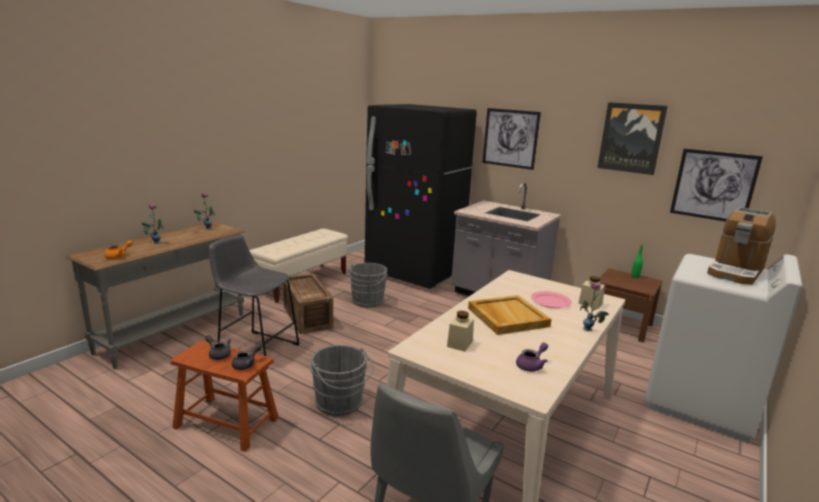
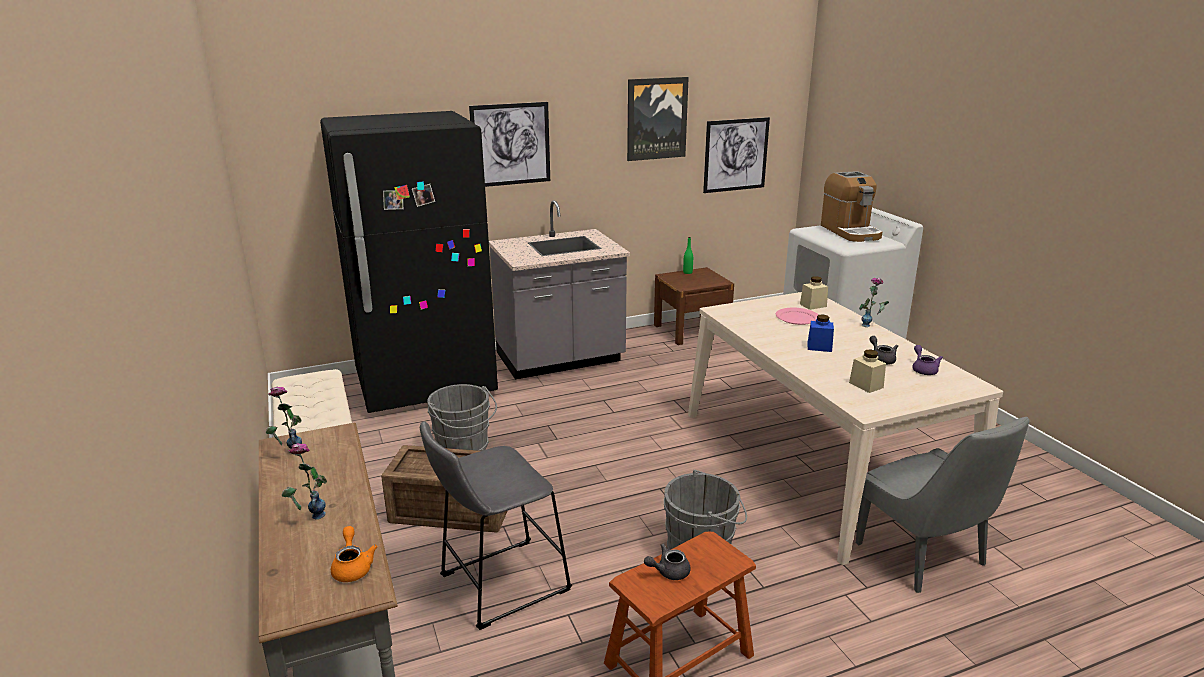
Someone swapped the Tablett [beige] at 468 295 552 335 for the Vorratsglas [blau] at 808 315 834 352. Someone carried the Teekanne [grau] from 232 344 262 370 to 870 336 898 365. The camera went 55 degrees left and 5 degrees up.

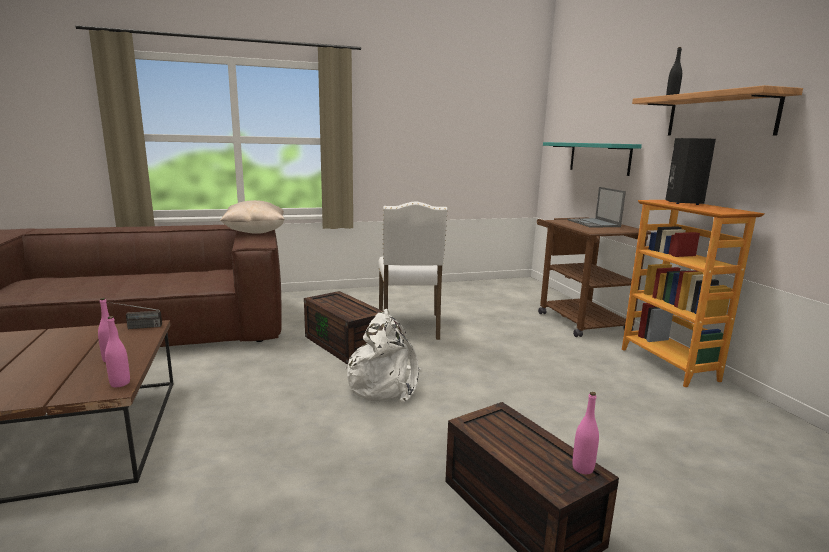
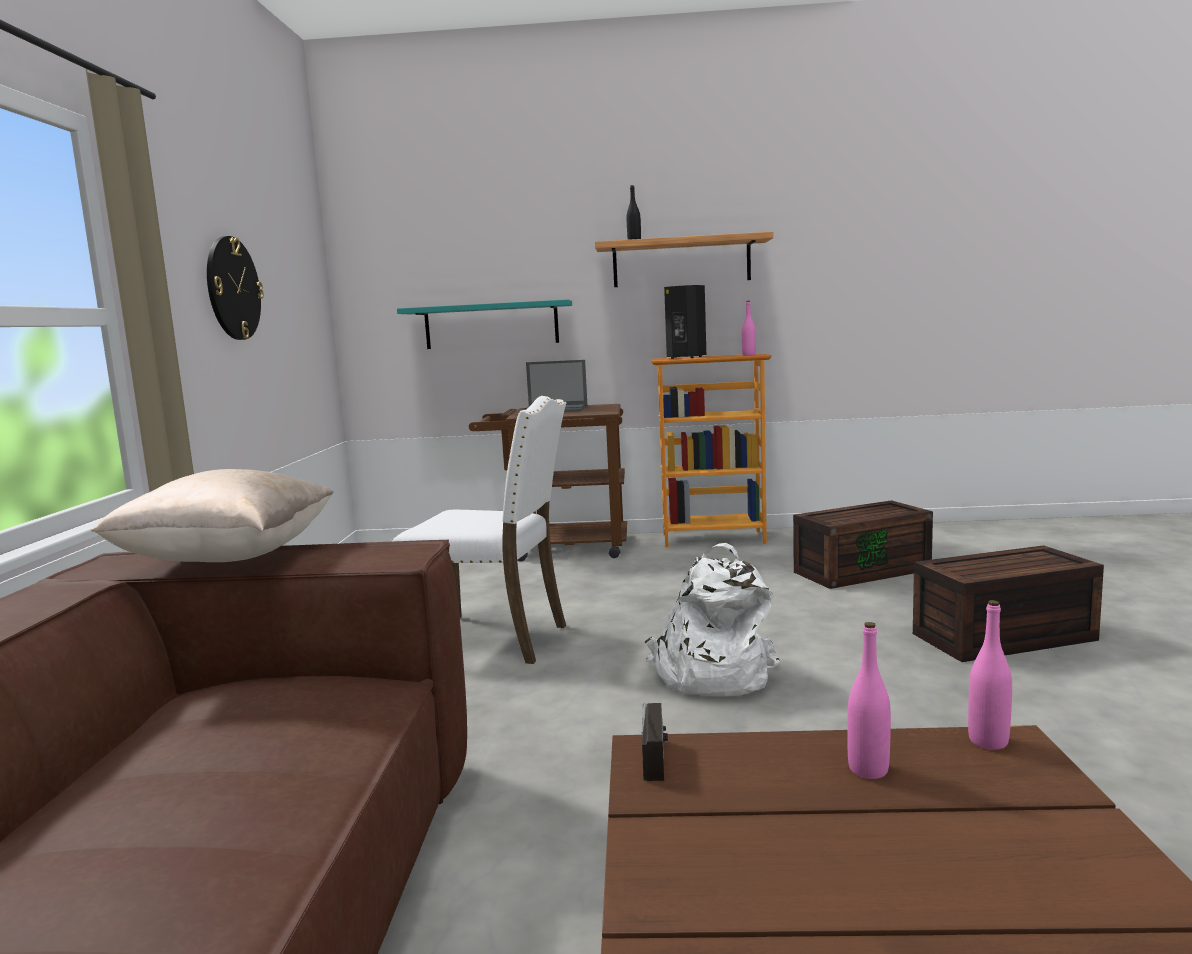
Someone carried the Aufbewahrungsbox [braun] from 304 291 384 365 to 793 500 933 589. Someone carried the Flasche [rosa] from 572 392 599 474 to 742 301 756 356. Someone put up the Wanduhr at 207 236 264 340. The camera went 70 degrees left and 5 degrees down.

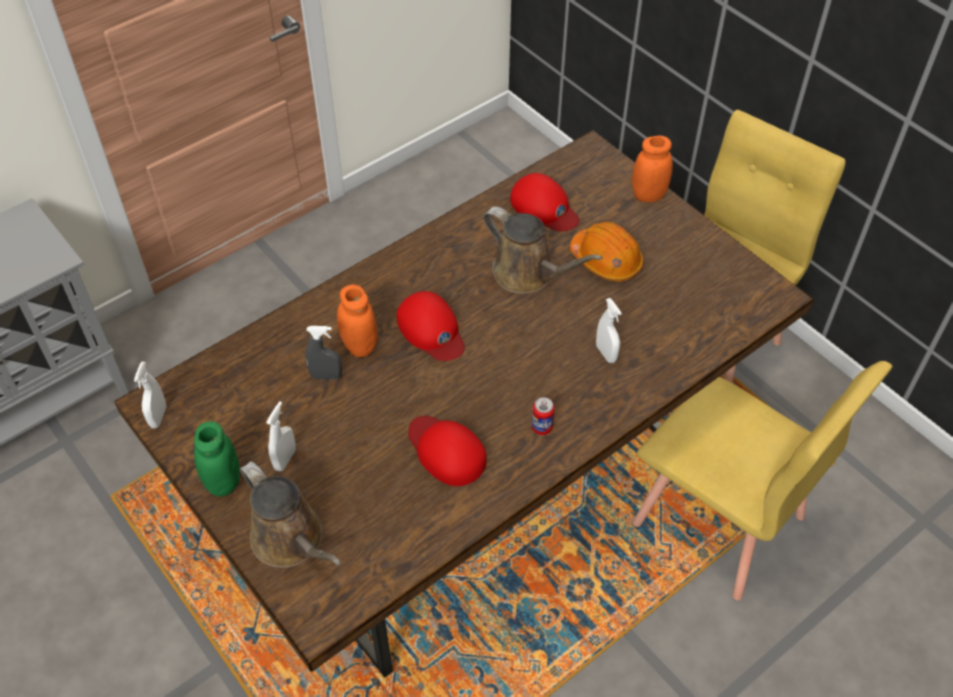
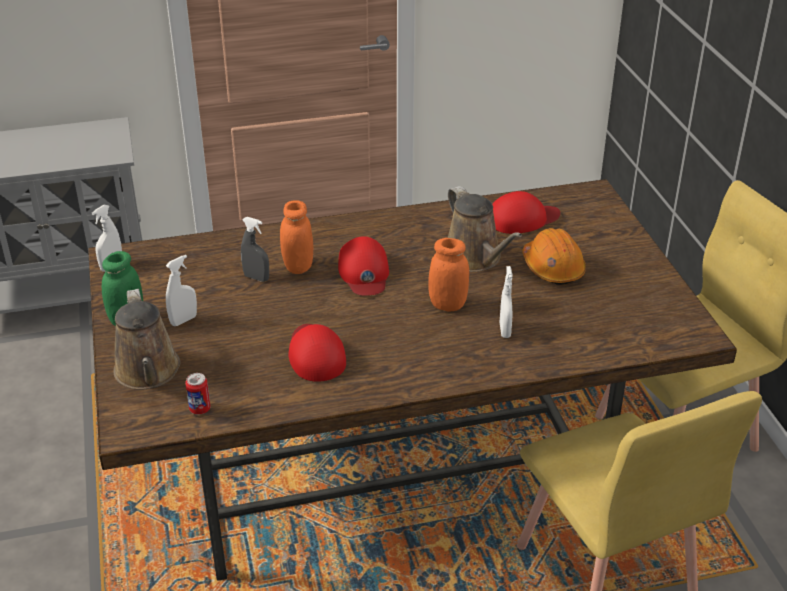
Someone carried the Vorratsglas [orange] from 632 136 673 202 to 429 238 469 312. Someone rotated the Kappe [rot] at 510 173 579 232 by 90 degrees counterclockwise. Someone carried the Dose from 532 397 554 435 to 185 373 211 414. The camera went 25 degrees right and 15 degrees down.

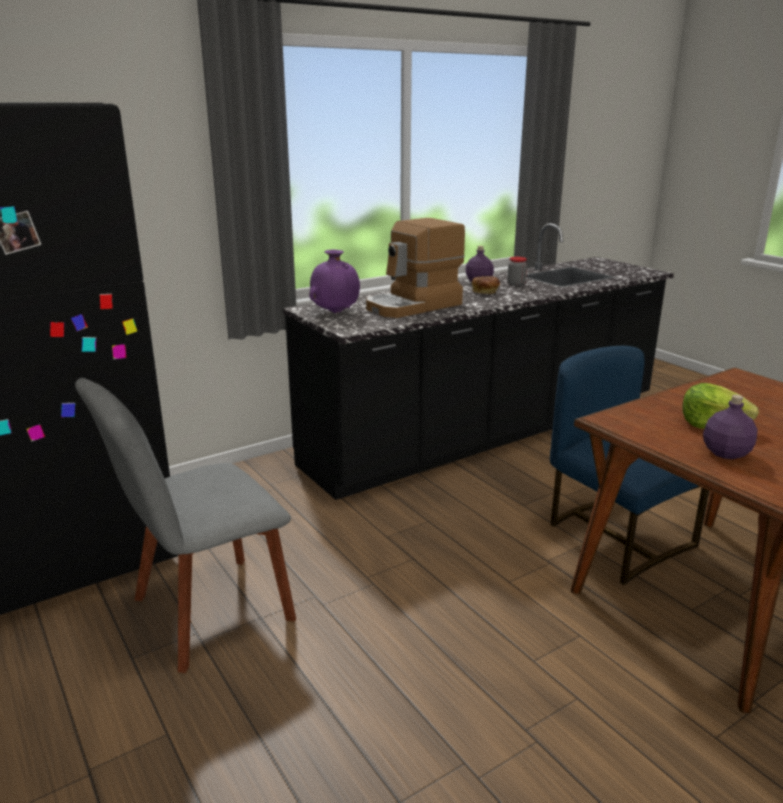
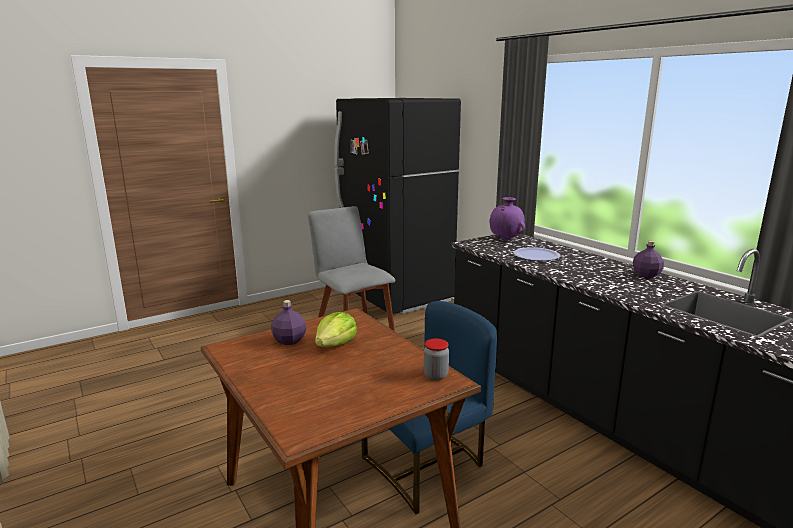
Someone swapped the Kaffeemaschine at 366 218 465 318 for the Teller at 513 247 560 261. Someone carried the Vorratsglas from 507 257 527 286 to 424 339 449 381. Someone took away the Brot at 472 276 500 294. The camera went 90 degrees right and 5 degrees down.

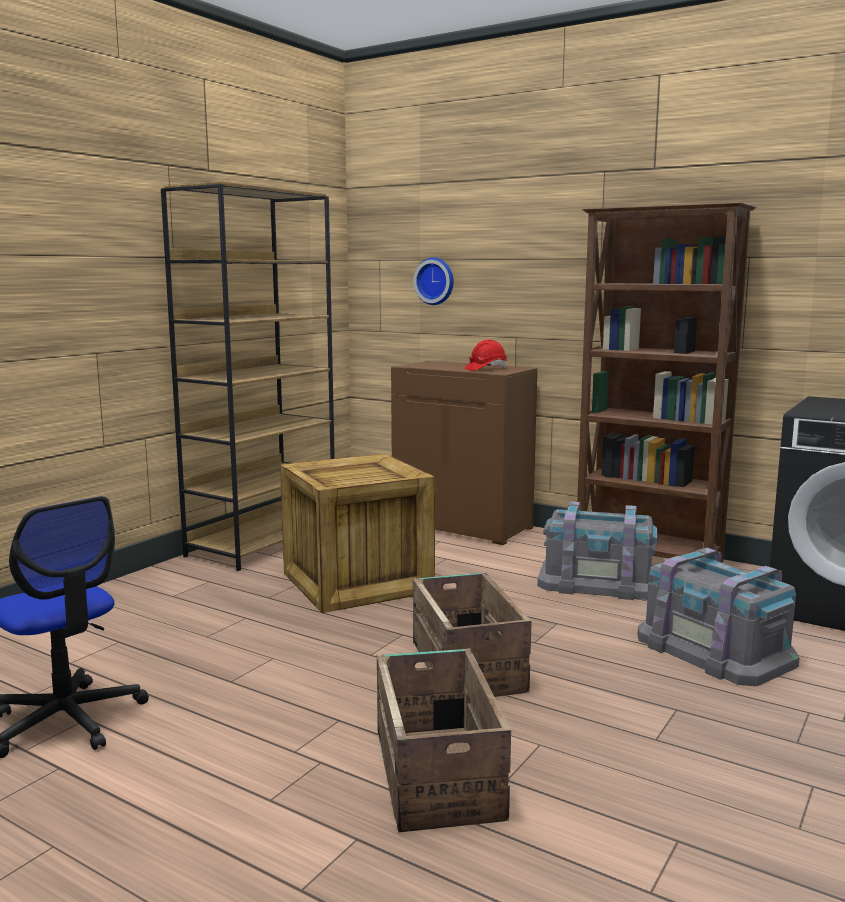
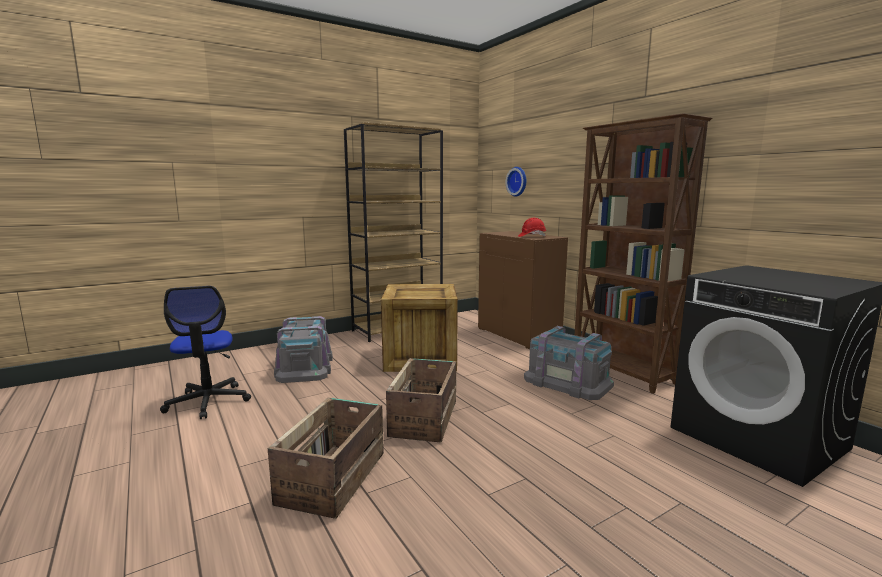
Someone carried the Aufbewahrungsbox [grau] from 638 548 799 686 to 274 316 333 383. The camera went 25 degrees right and 0 degrees up.

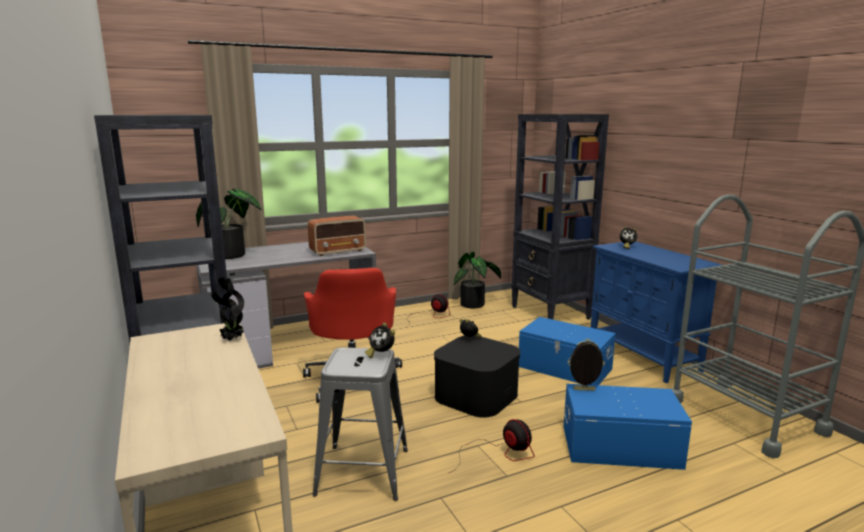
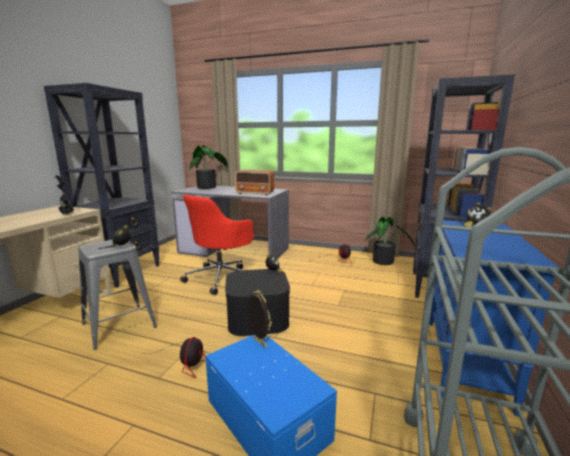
Someone took away the Aufbewahrungsbox [blau] at 519 317 616 385. The camera went 45 degrees right and 0 degrees up.

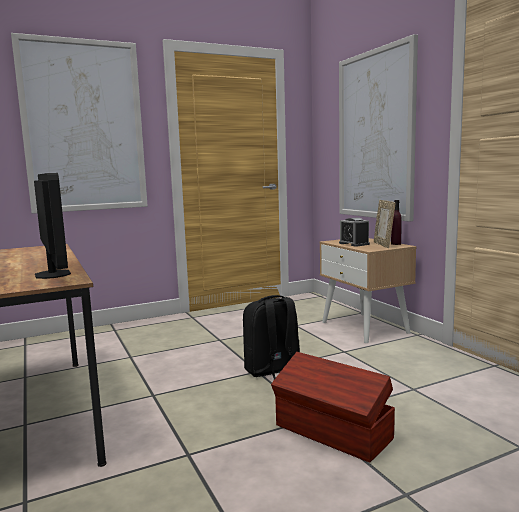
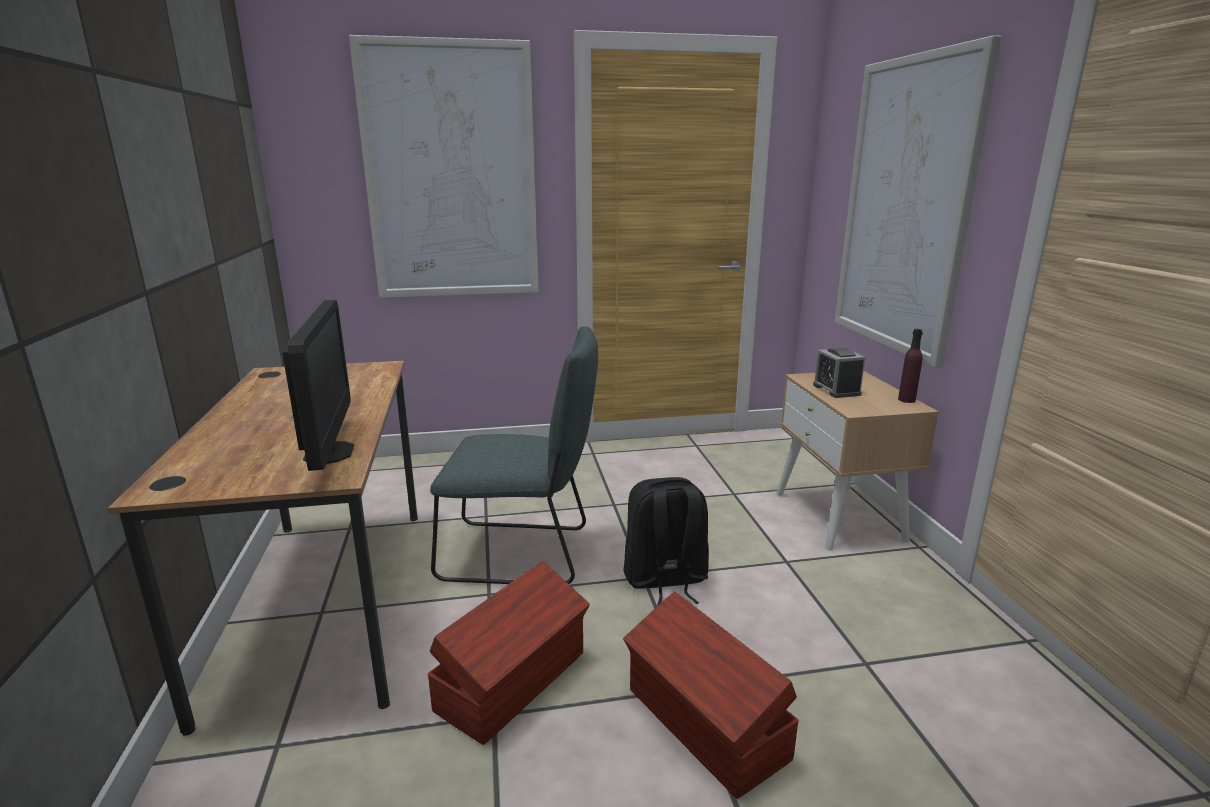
Someone took away the Bilderrahmen at 374 200 395 248. Someone put down the Stuhl [grau] at 430 326 598 584. Someone put down the Aufbewahrungsbox [braun] at 428 561 590 745. The camera went 15 degrees right and 10 degrees up.

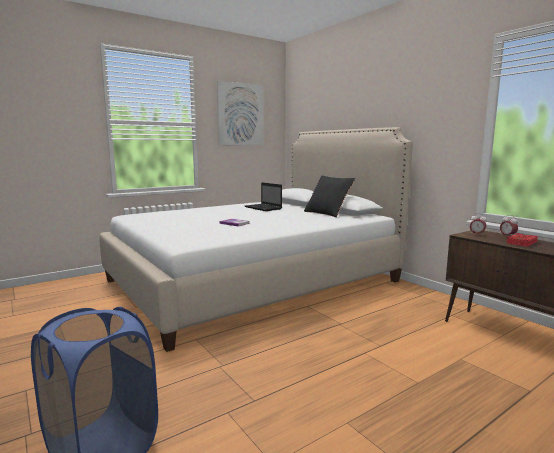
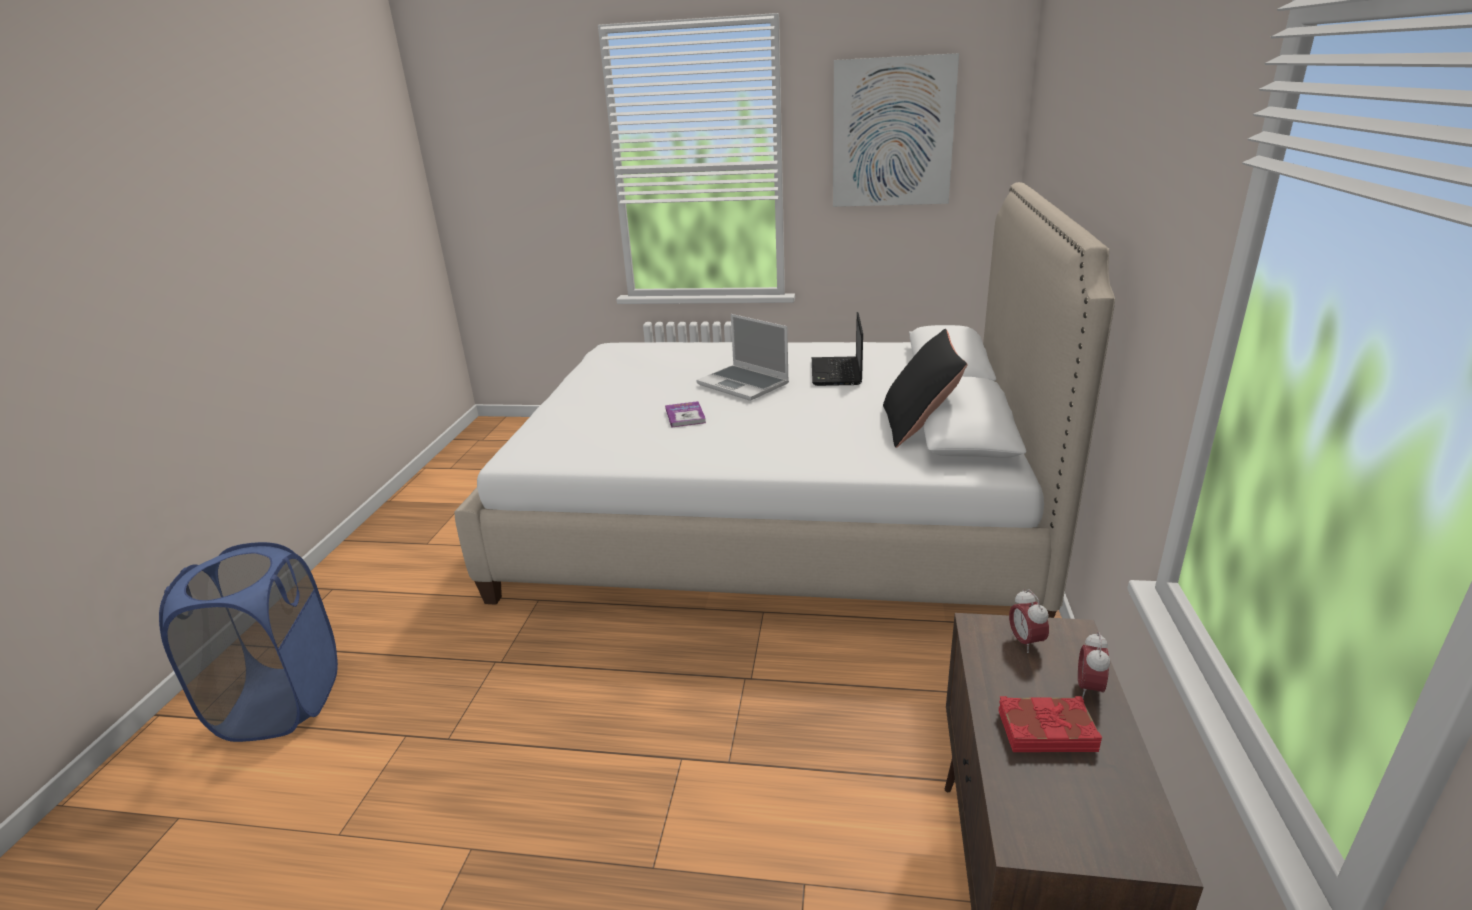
Someone put down the Laptop at 696 314 789 401. The camera went 45 degrees right and 15 degrees up.

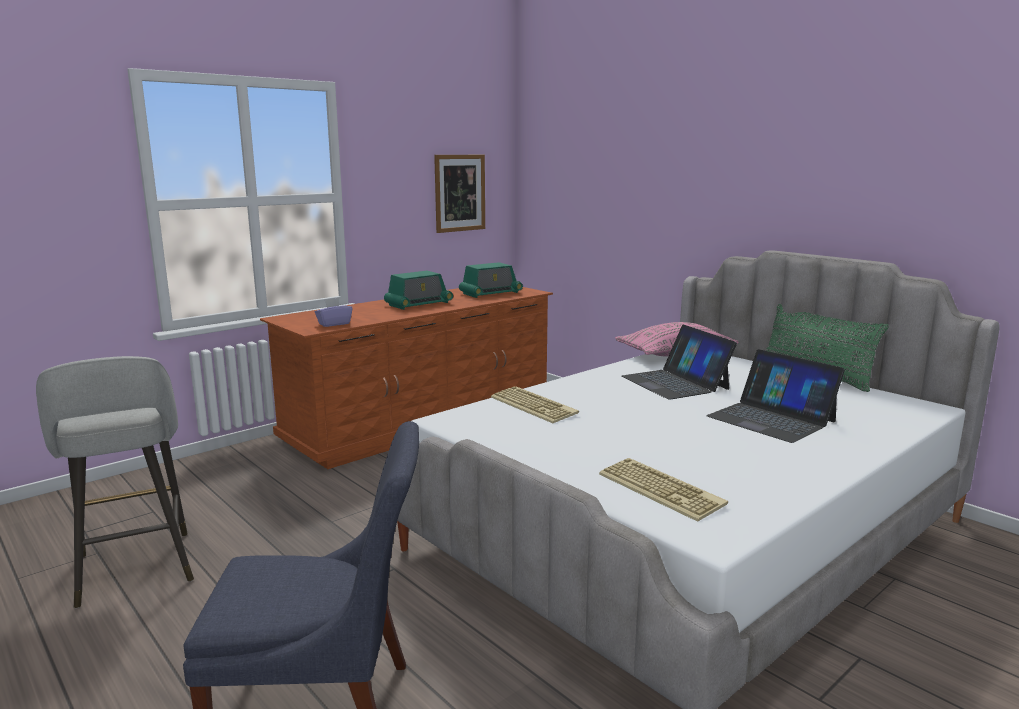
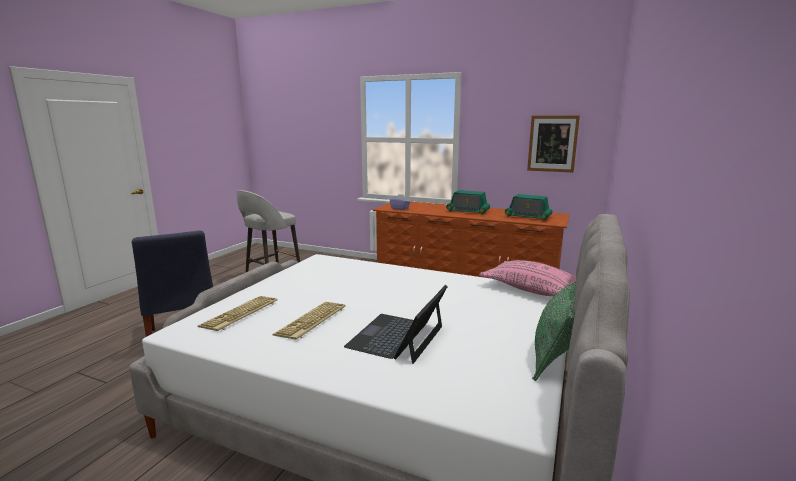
Someone took away the Laptop at 621 324 737 400. Someone carried the Tastatur from 491 386 579 423 to 273 302 345 340. The camera went 65 degrees right and 0 degrees up.

